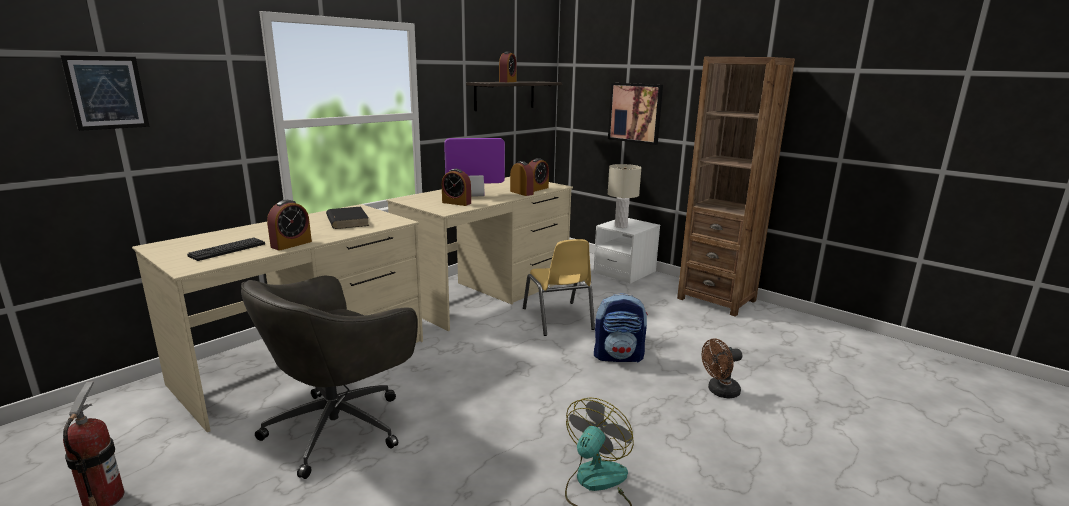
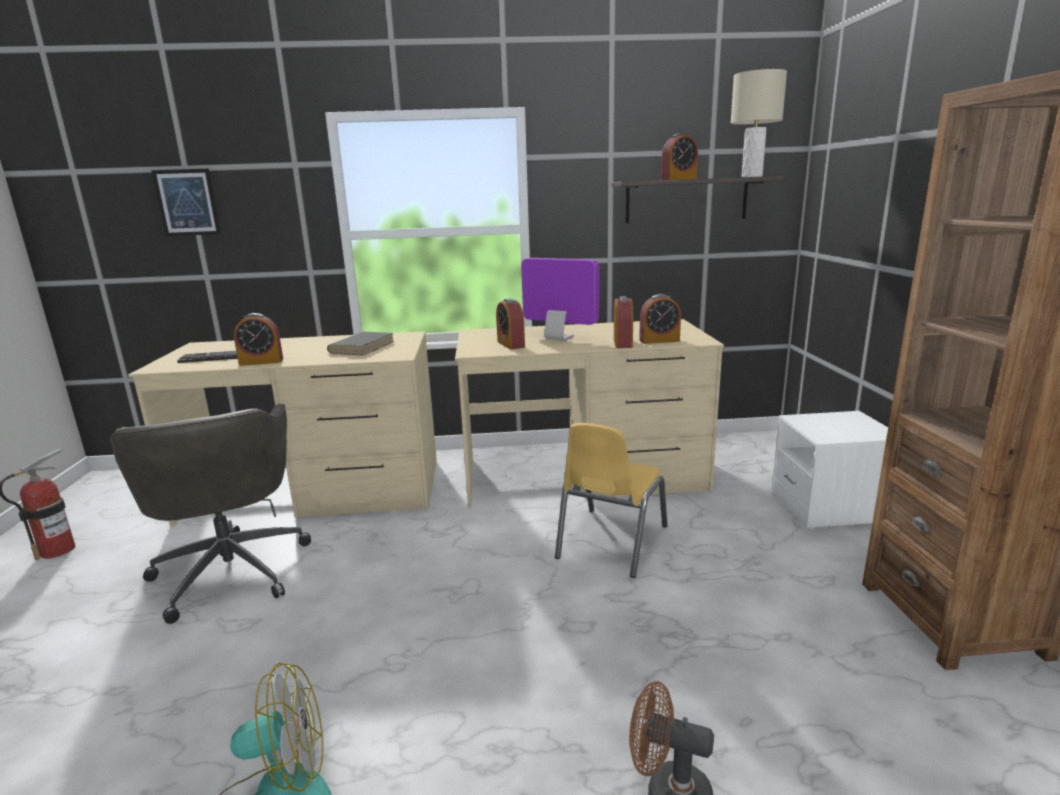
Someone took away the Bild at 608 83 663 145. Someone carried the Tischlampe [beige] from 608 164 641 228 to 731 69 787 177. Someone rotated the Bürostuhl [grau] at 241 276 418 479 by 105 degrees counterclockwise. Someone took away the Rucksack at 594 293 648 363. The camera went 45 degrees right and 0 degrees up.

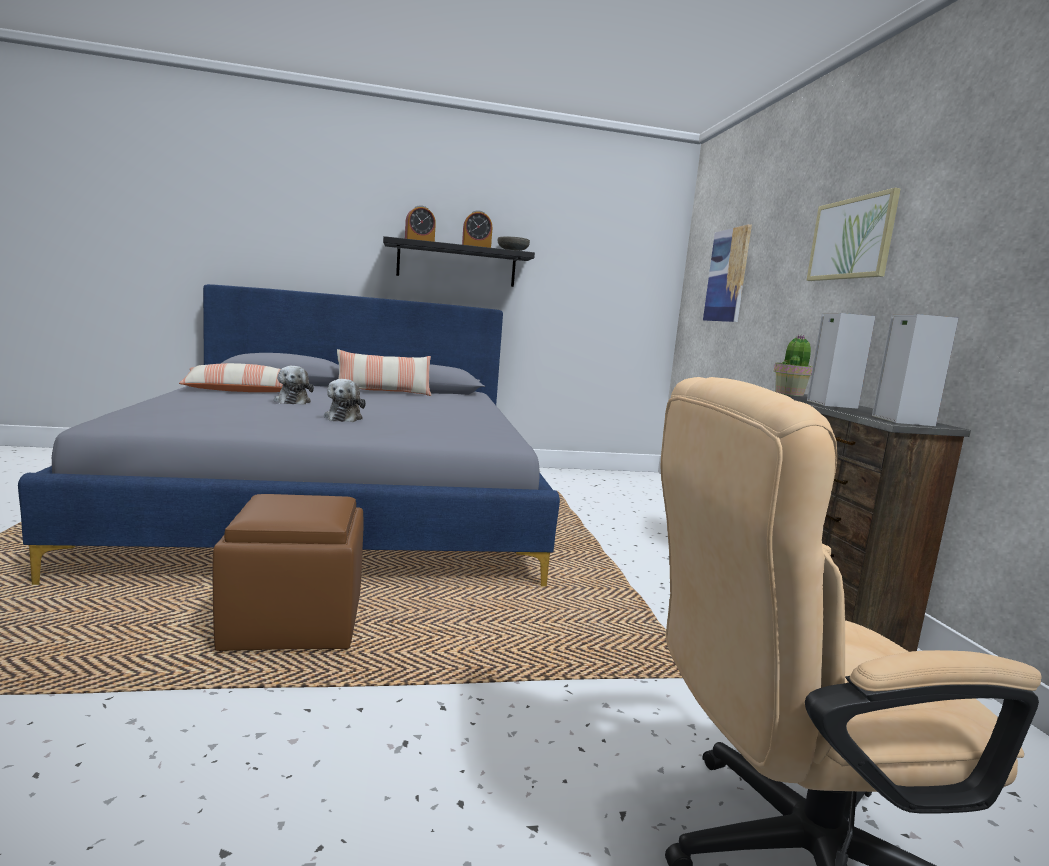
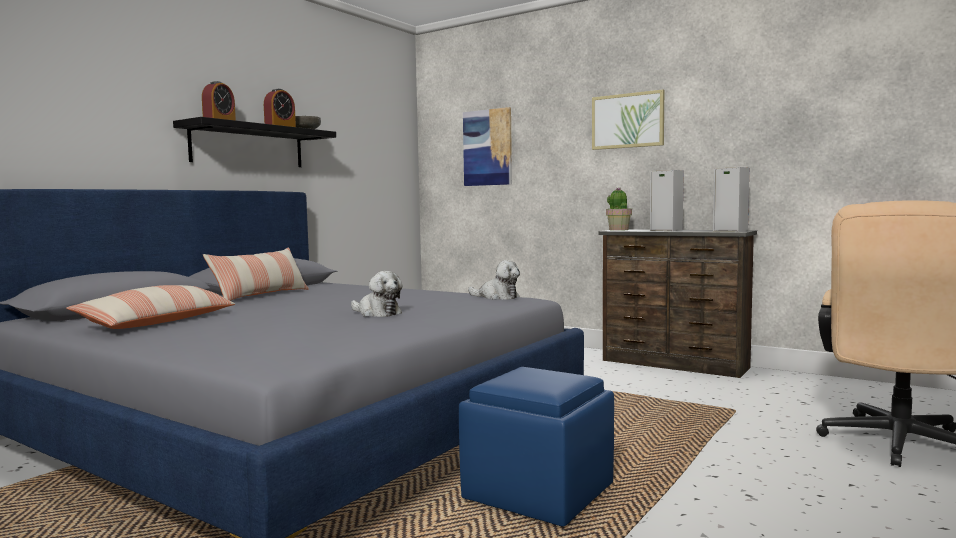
Someone carried the Plüschtier from 274 366 314 404 to 468 260 520 300. Someone repainted the Polsterhocker [braun] at 213 494 363 651, which became the Polsterhocker [blau] at 459 367 614 527. The camera went 45 degrees left and 5 degrees down.

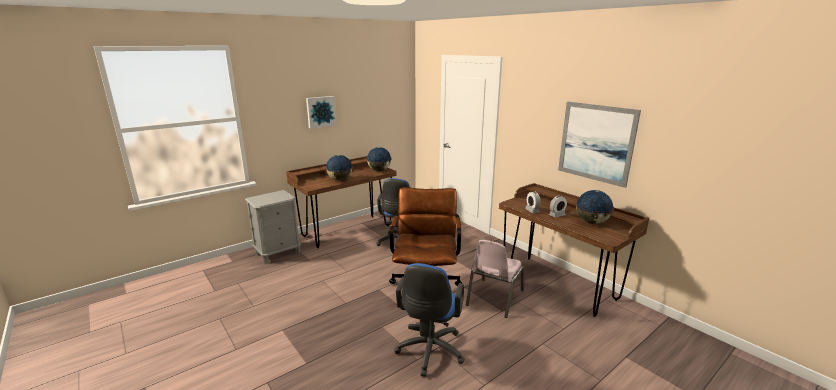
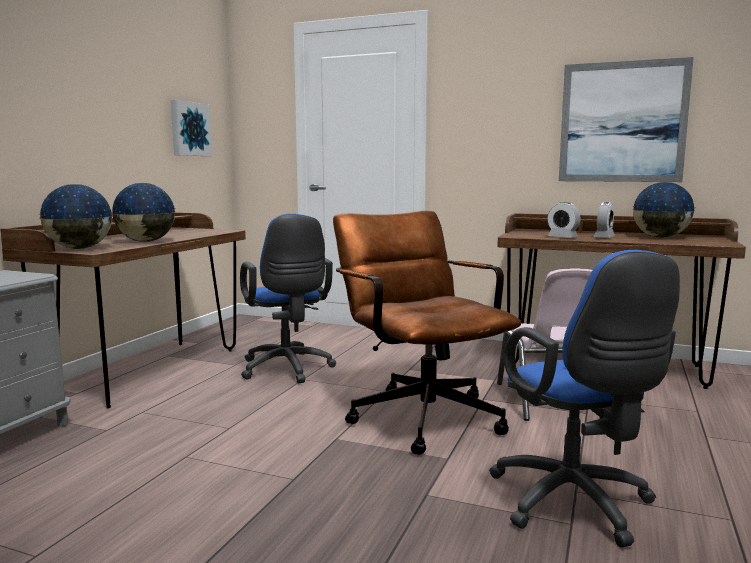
Someone carried the Bild from 306 96 337 129 to 171 100 212 156. Someone carried the Globus from 366 147 392 171 to 39 184 113 249. The camera went 30 degrees left and 10 degrees down.

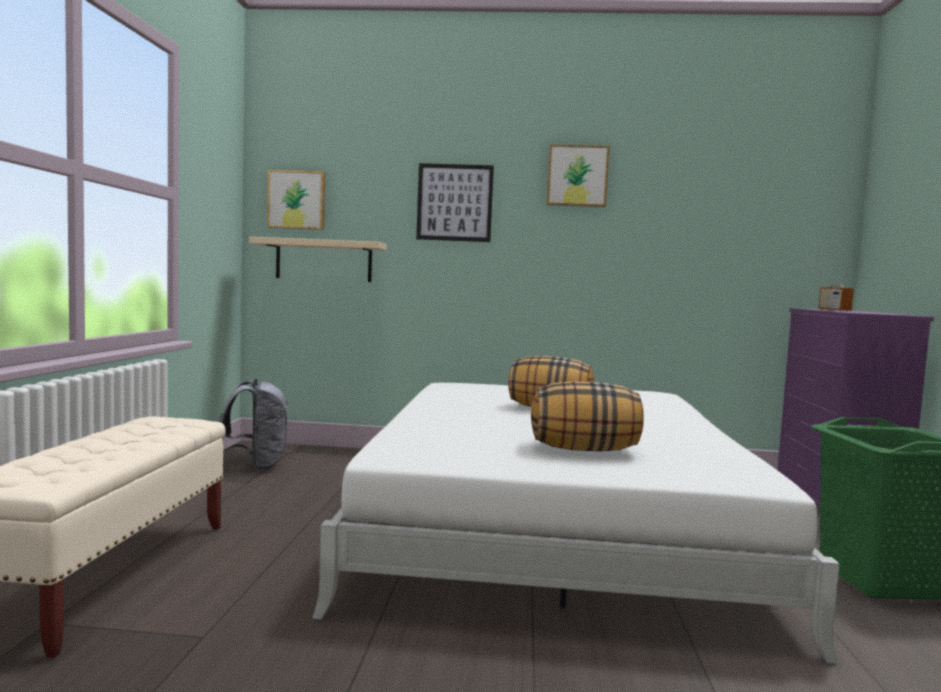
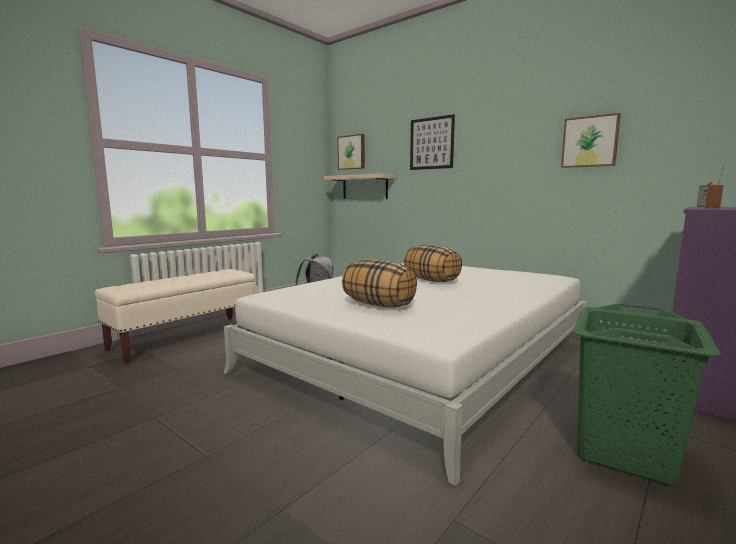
Someone carried the Bild from 547 144 610 207 to 561 113 621 168. The camera went 35 degrees right and 5 degrees up.

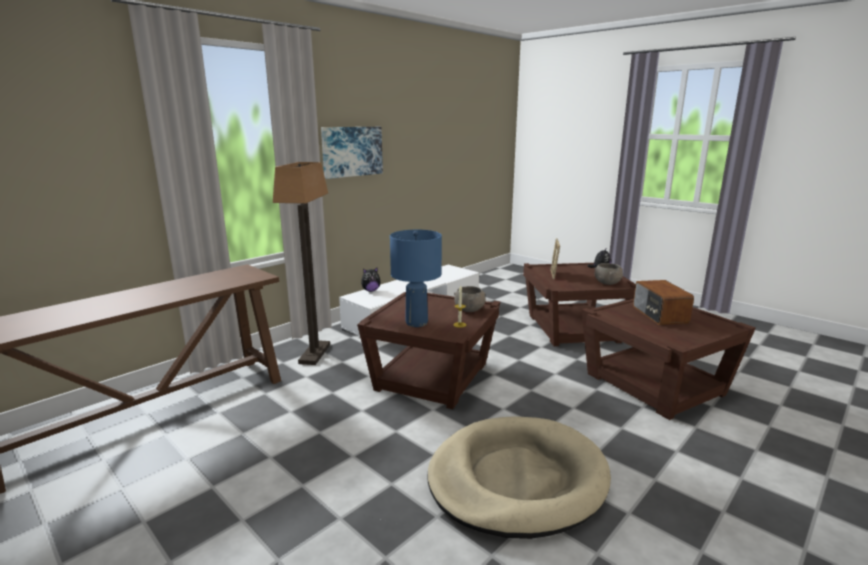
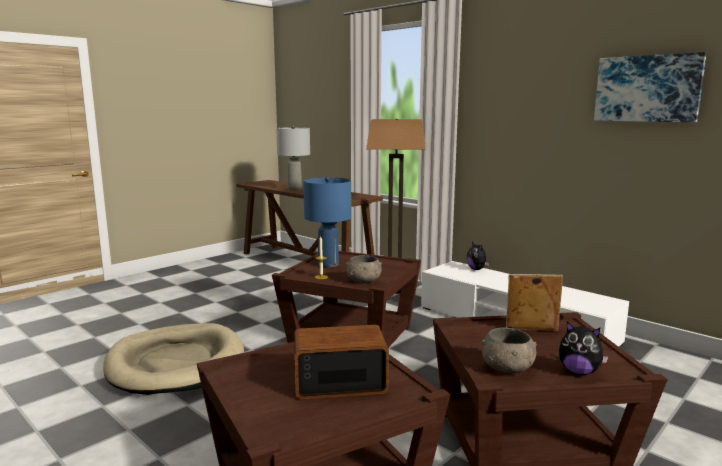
Someone carried the Bild from 321 127 383 179 to 594 52 707 122. Someone put down the Tischlampe [grau] at 276 125 310 190. The camera went 90 degrees right and 5 degrees down.

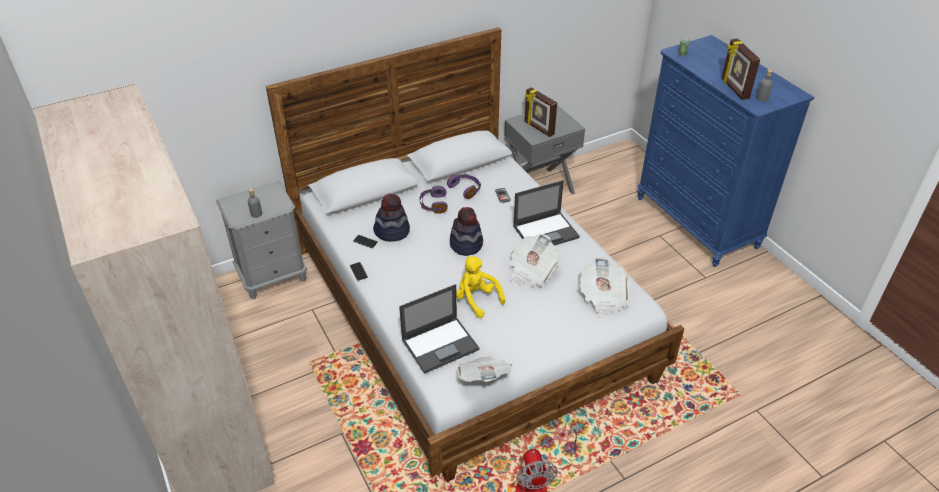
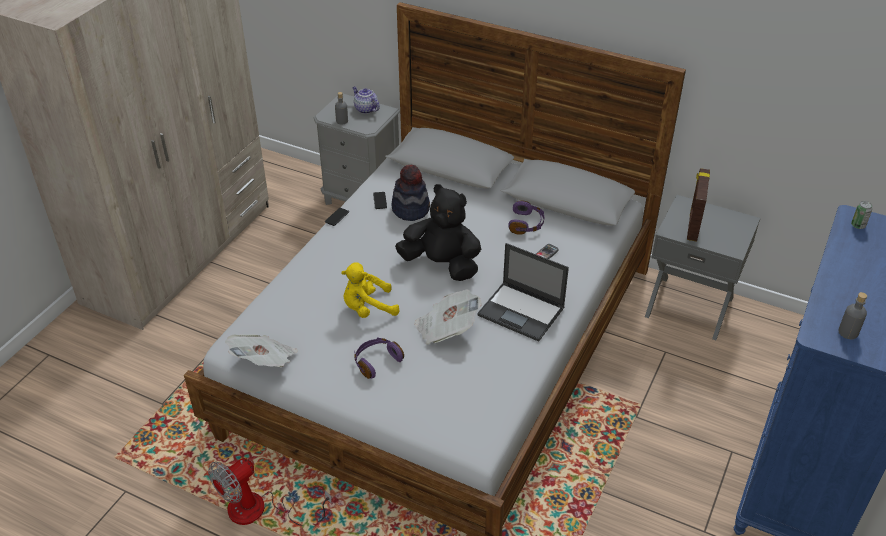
Someone took away the Bilderrahmen at 721 39 760 100. Someone carried the Kopfhörer [lila] from 420 186 448 214 to 354 338 404 379. Someone swapped the Hut at 450 207 483 256 for the Plüschtier [schwarz] at 395 184 481 281. Someone rotated the Plüschtier [gelb] at 456 256 505 318 by 120 degrees counterclockwise. Someone took away the Zeitung at 579 257 629 317. Someone took away the Laptop at 399 284 480 374. Someone put down the Teekanne at 352 87 380 114. The camera went 55 degrees right and 0 degrees up.

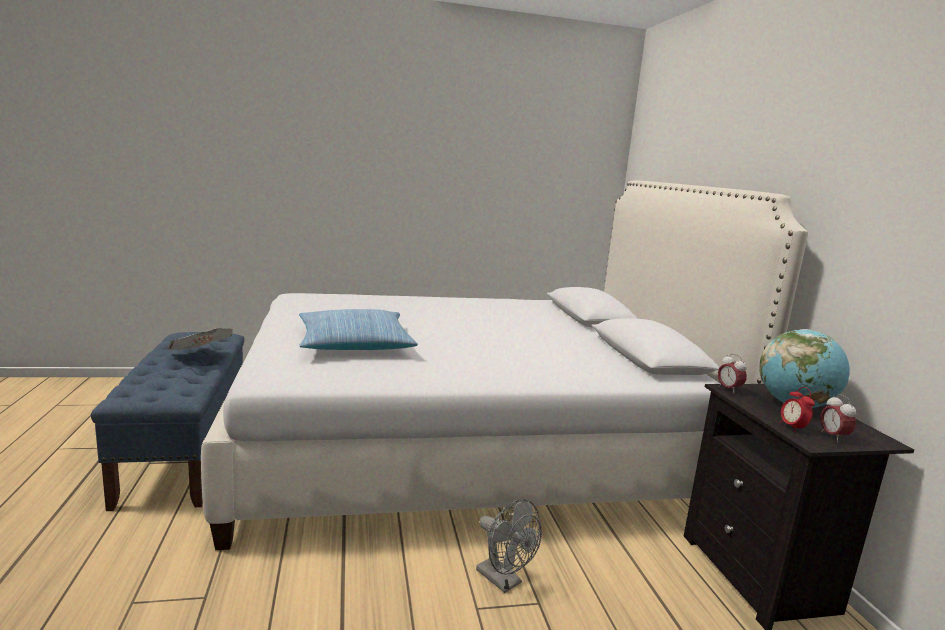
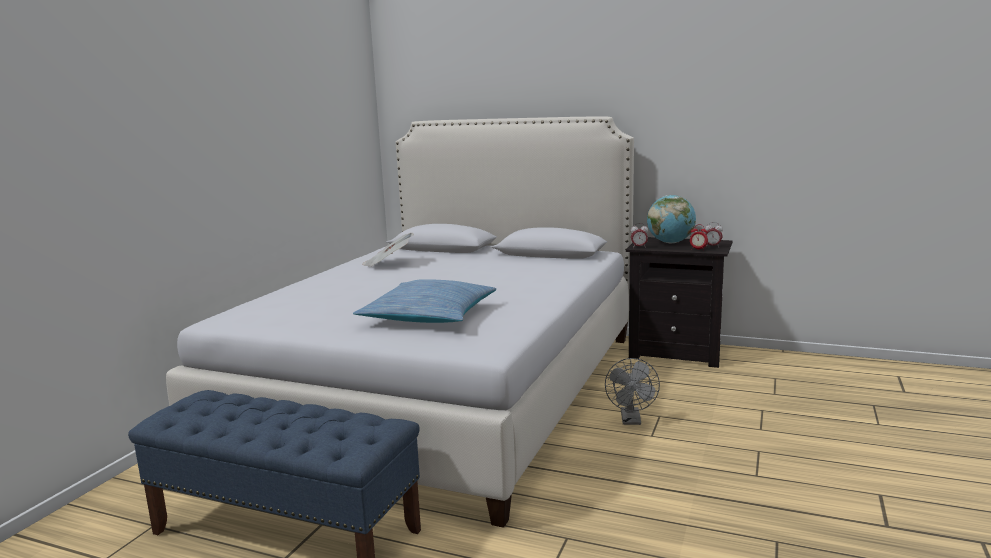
Someone carried the Zeitung from 168 328 233 351 to 362 233 414 267. Someone rotated the Ventilator [grau] at 476 499 542 593 by 105 degrees clockwise. The camera went 55 degrees left and 0 degrees up.

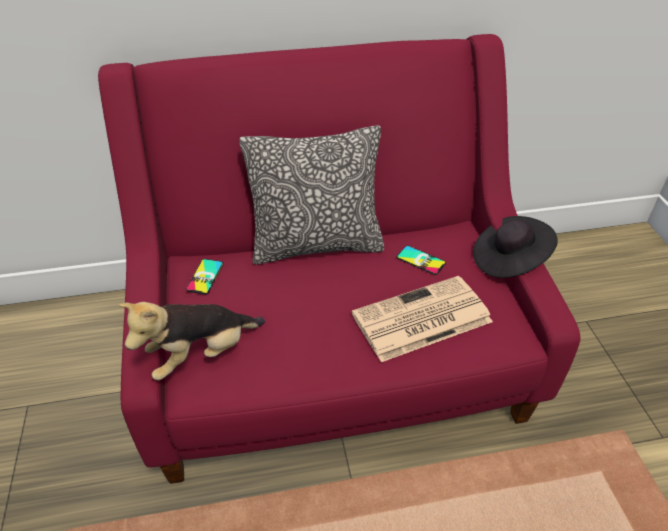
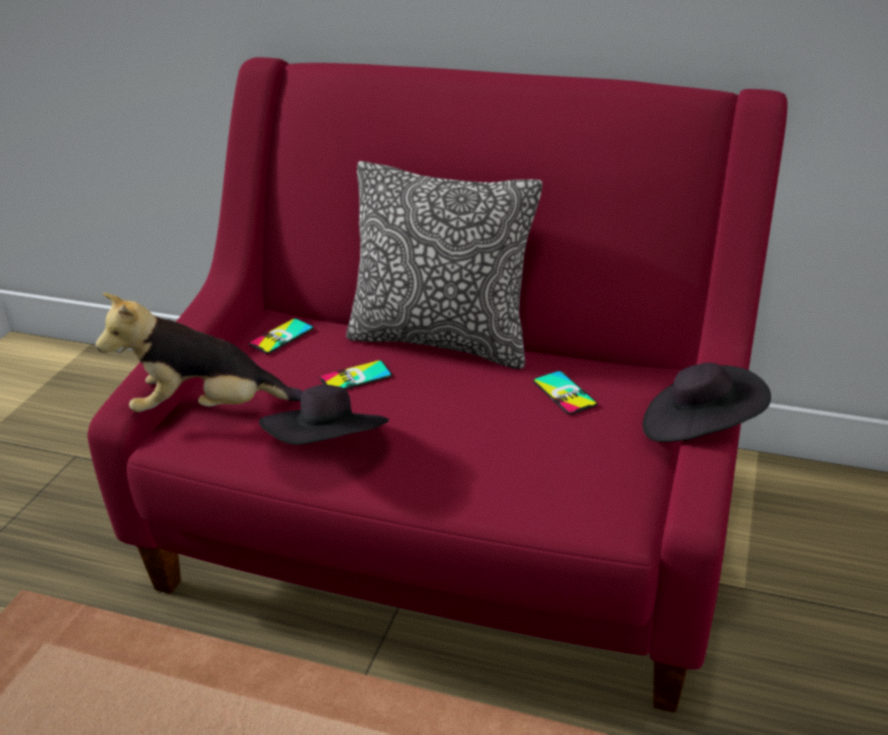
Someone took away the Zeitung at 352 276 493 362. Someone put down the Handy at 320 360 392 390. Someone put down the Hut [schwarz] at 259 385 389 445. The camera went 30 degrees right and 10 degrees down.

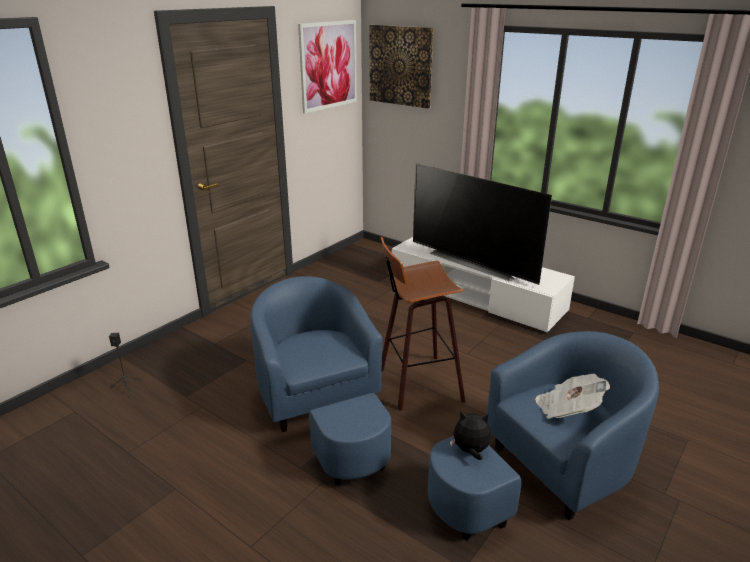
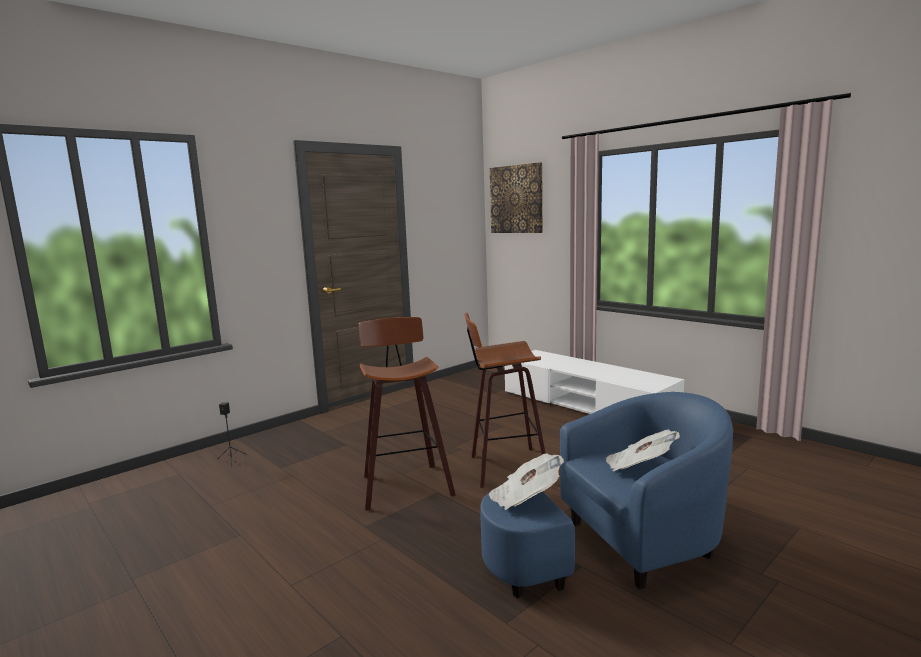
Someone took away the Bild at 298 20 357 114. Someone took away the Fernseher at 413 163 552 285. Someone swapped the Sessel [blau] at 250 276 391 485 for the Hocker at 358 317 456 511. Someone swapped the Plüschtier at 450 411 491 460 for the Zeitung at 489 453 564 510. The camera went 10 degrees right and 15 degrees down.

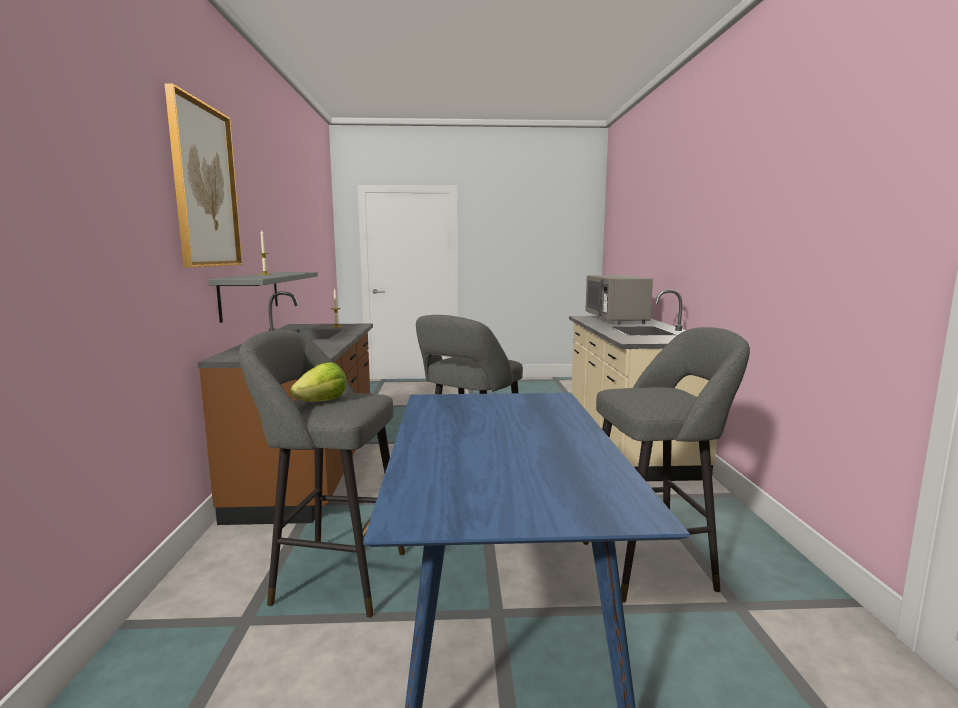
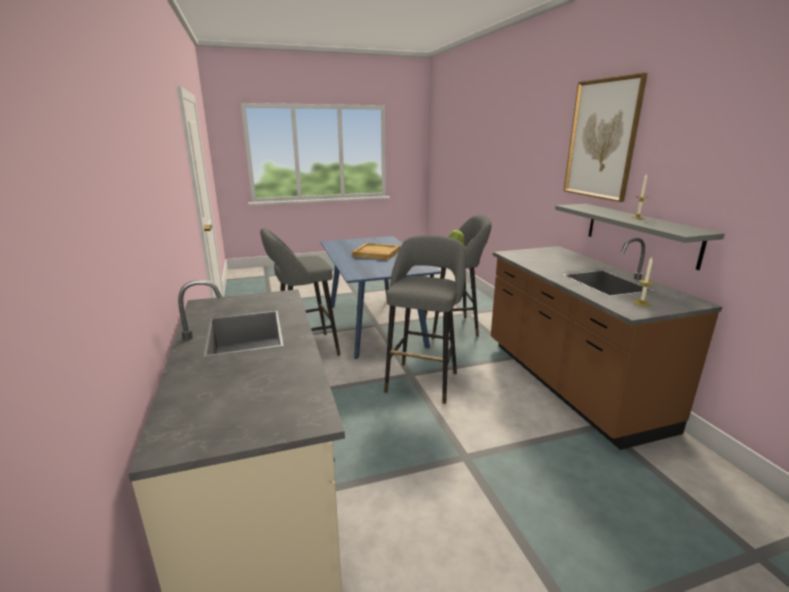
Someone took away the Mikrowelle [grau] at 585 275 653 325. Someone put down the Tablett [beige] at 352 243 400 260. The camera went 165 degrees right and 10 degrees up.

